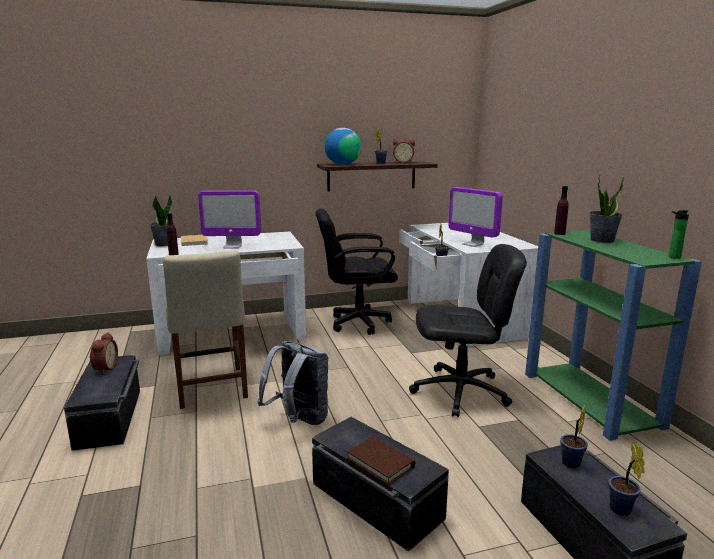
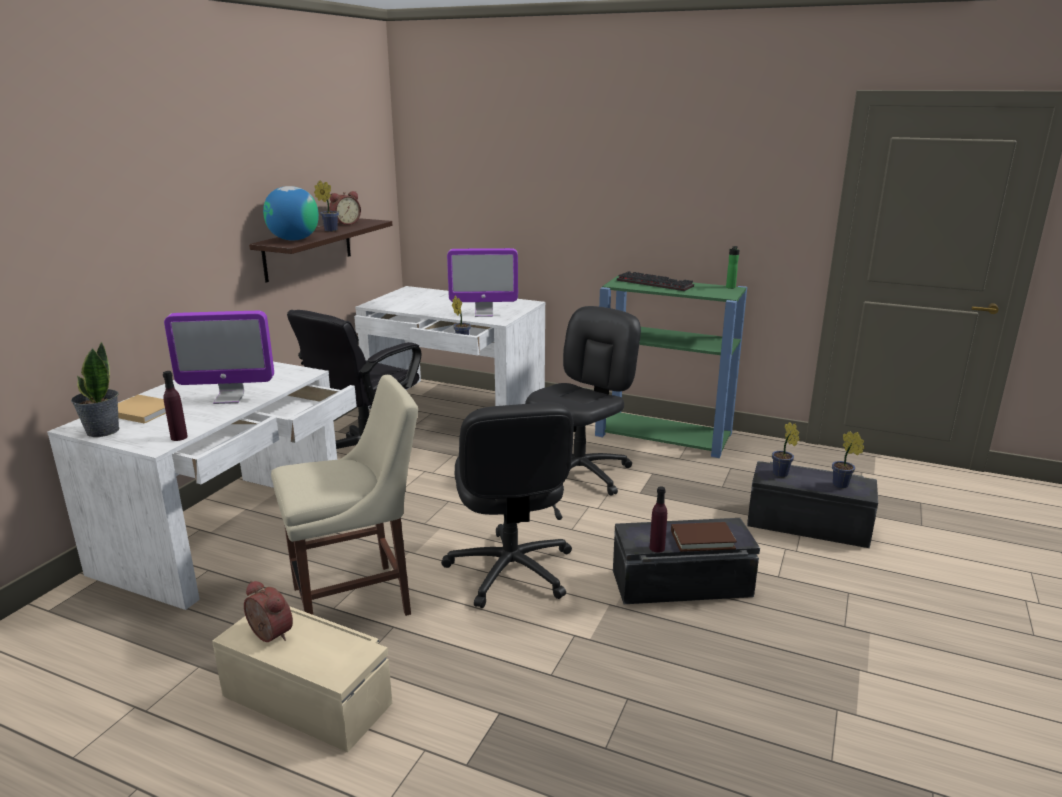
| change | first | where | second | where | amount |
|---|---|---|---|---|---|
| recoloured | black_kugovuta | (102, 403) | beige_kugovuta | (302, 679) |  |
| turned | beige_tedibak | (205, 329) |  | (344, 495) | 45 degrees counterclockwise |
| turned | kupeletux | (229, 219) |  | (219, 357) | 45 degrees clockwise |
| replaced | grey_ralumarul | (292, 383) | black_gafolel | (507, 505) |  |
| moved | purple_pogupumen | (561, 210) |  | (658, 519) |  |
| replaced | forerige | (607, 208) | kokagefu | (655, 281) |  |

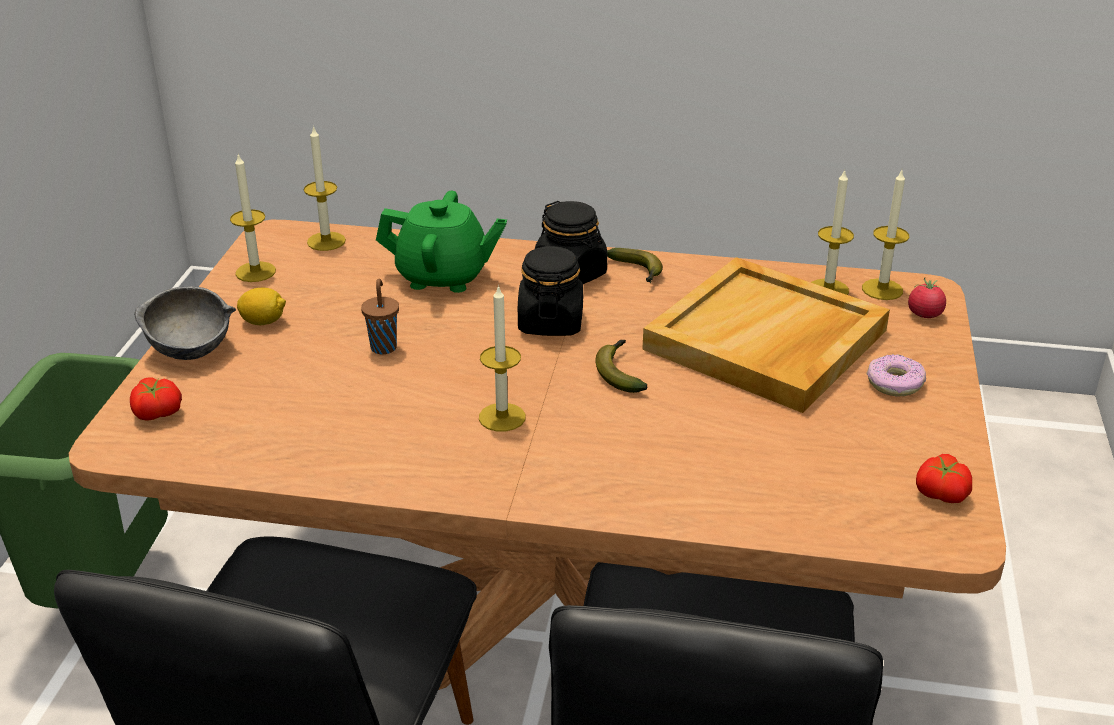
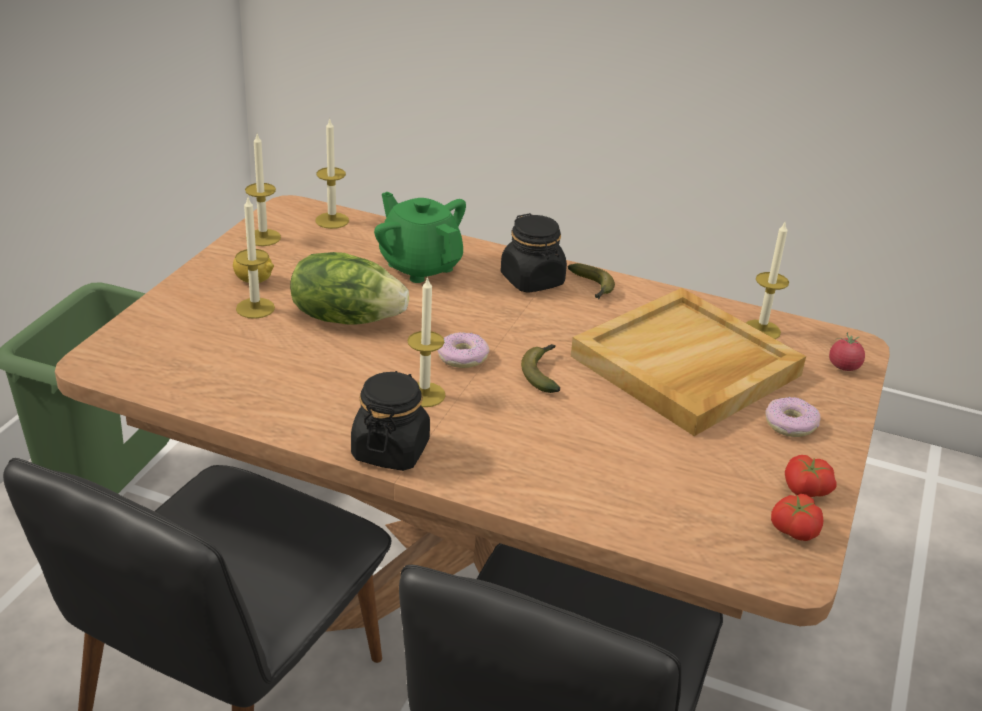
| change | first | where | second | where | amount |
|---|---|---|---|---|---|
| moved | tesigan | (156, 399) |  | (811, 476) |  |
| removed | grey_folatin | (185, 323) |  |  |  |
| replaced | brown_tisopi | (380, 316) | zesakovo | (349, 288) |  |
| turned | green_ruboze | (441, 242) |  | (420, 237) | 150 degrees counterclockwise |
| moved | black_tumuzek | (550, 291) |  | (390, 421) |  |
| moved | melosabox | (885, 235) |  | (255, 258) |  |
| added |  |  | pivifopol | (463, 350) |  |

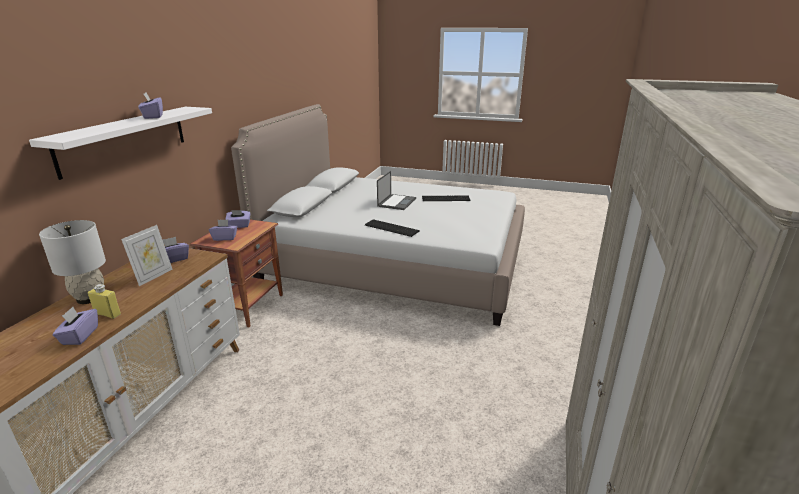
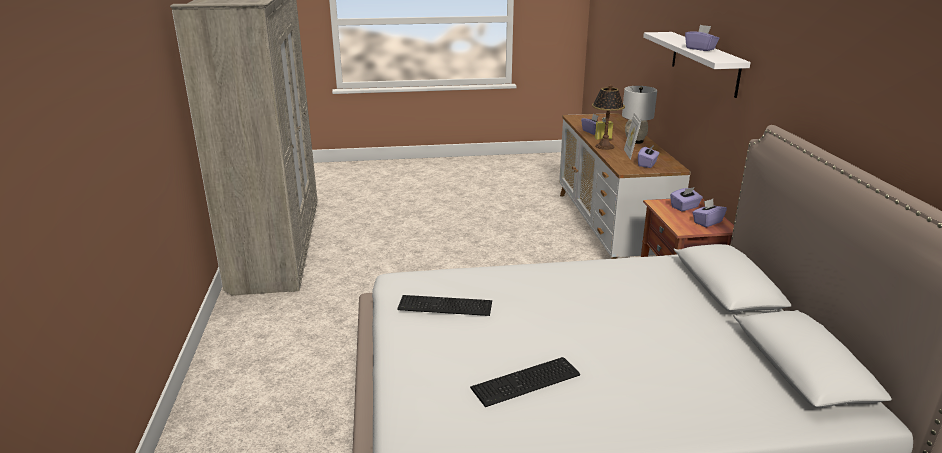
| change | first | where | second | where | amount |
|---|---|---|---|---|---|
| moved | kokagefu | (392, 228) |  | (445, 305) |  |
| removed | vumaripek | (396, 190) |  |  |  |
| added |  |  | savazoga | (608, 117) |  |

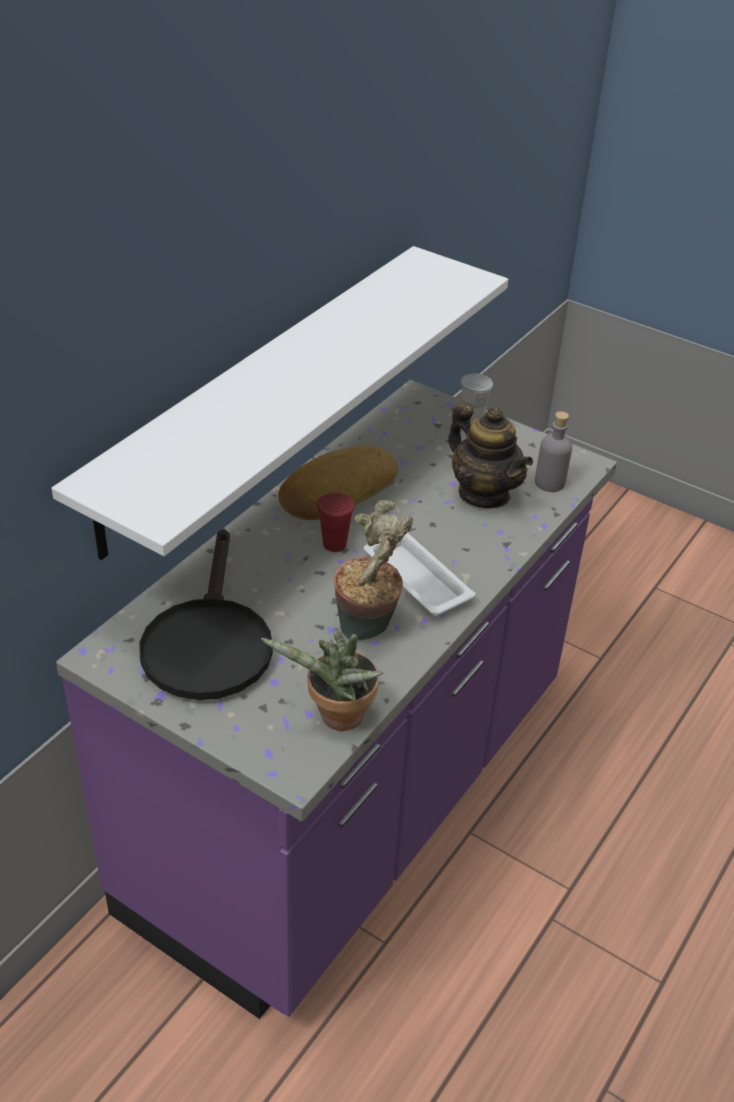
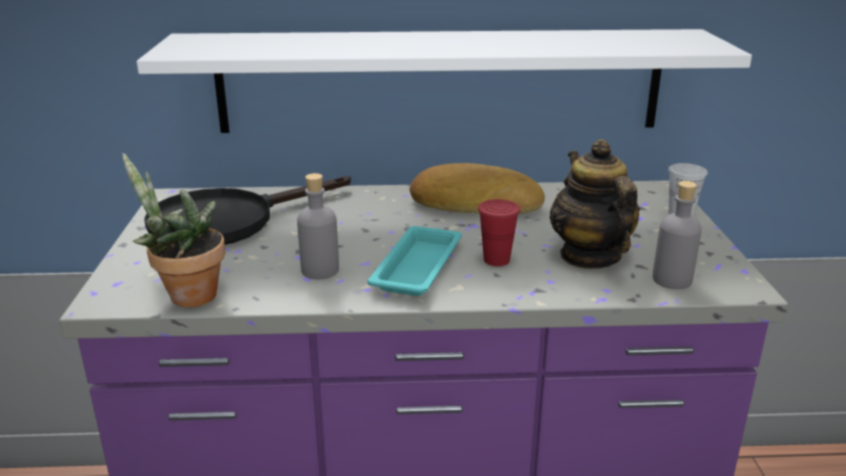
| change | first | where | second | where | amount |
|---|---|---|---|---|---|
| moved | red_tisopi | (336, 522) |  | (499, 232) |  |
| replaced | forerige | (373, 570) | grey_pogupumen | (318, 226) |  |
| recoloured | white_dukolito | (420, 574) | turquoise_dukolito | (414, 261) |  |
| turned | ruboze | (490, 455) |  | (594, 204) | 150 degrees clockwise |

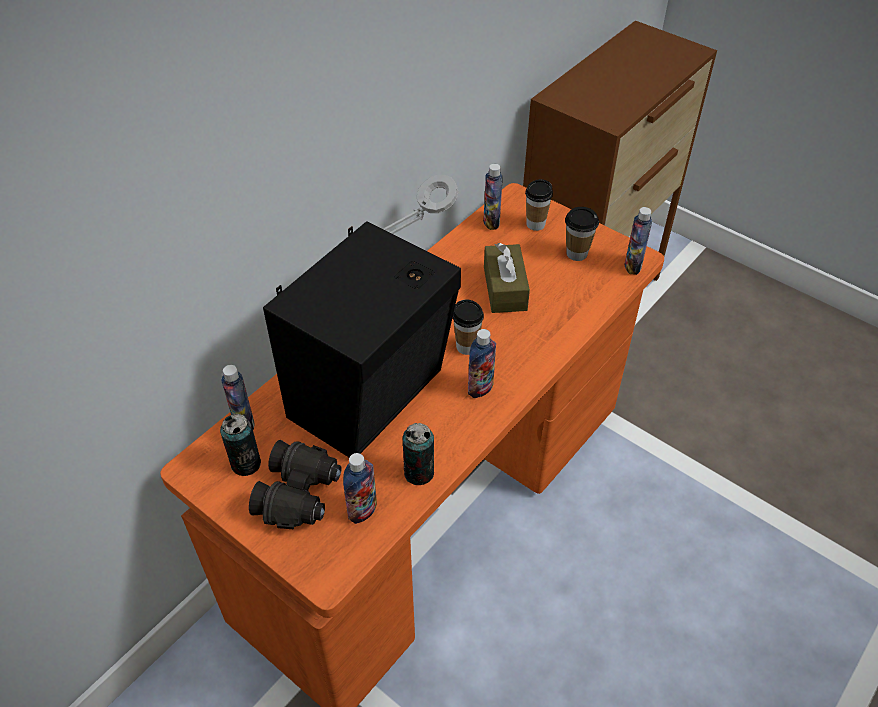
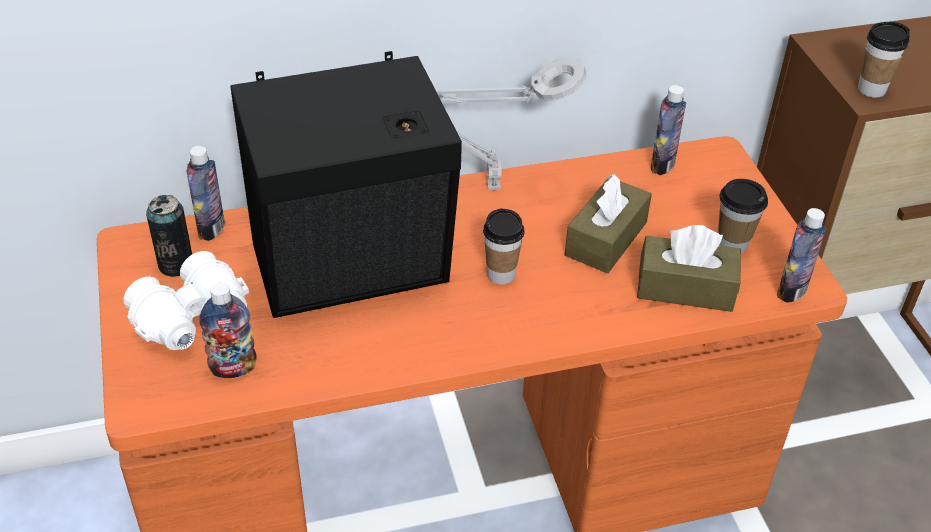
| change | first | where | second | where | amount |
|---|---|---|---|---|---|
| recoloured | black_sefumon | (295, 484) | white_sefumon | (186, 300) |  |
| removed | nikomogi | (418, 454) |  |  |  |
| removed | pogupumen | (482, 363) |  |  |  |
| moved | tisopi | (539, 205) |  | (884, 60) |  |
| added |  |  | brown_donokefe | (689, 268) |  |

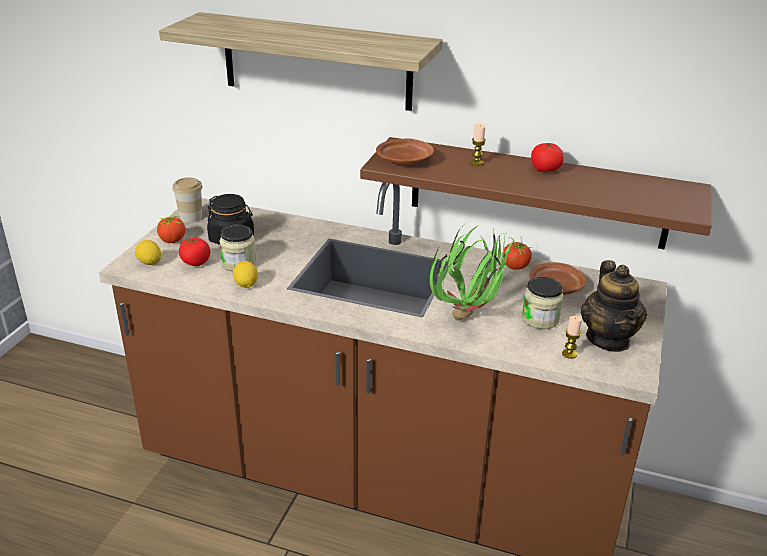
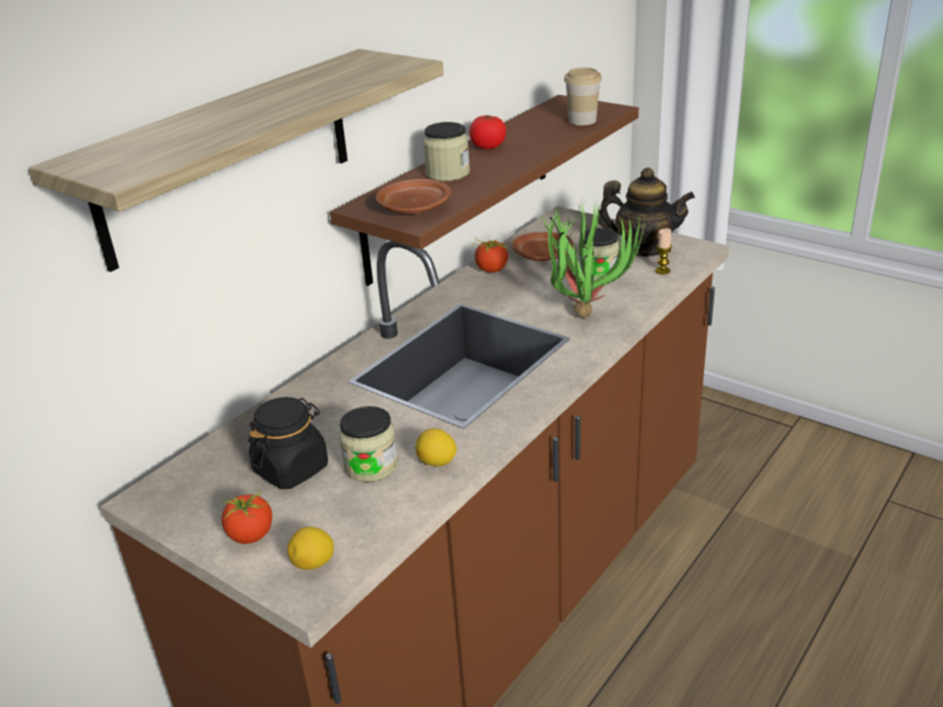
| change | first | where | second | where | amount |
|---|---|---|---|---|---|
| moved | tisopi | (187, 200) |  | (583, 96) |  |
| removed | tesigan | (194, 251) |  |  |  |
| replaced | melosabox | (478, 144) | tumuzek | (446, 151) |  |

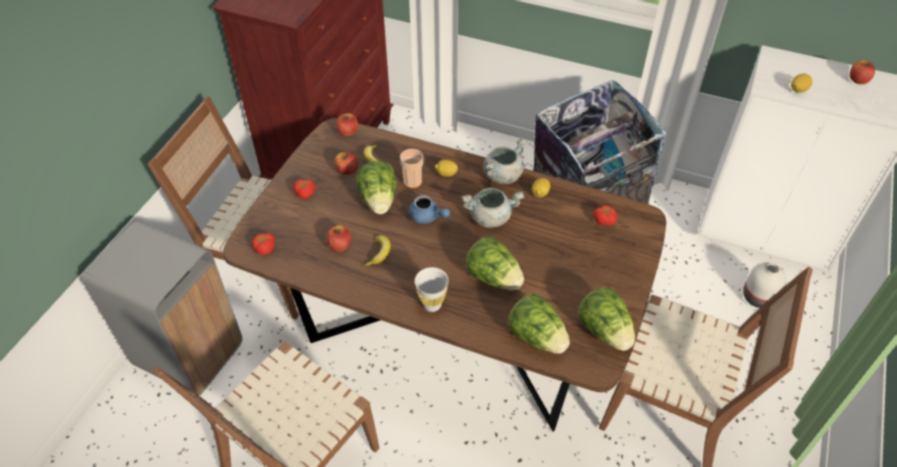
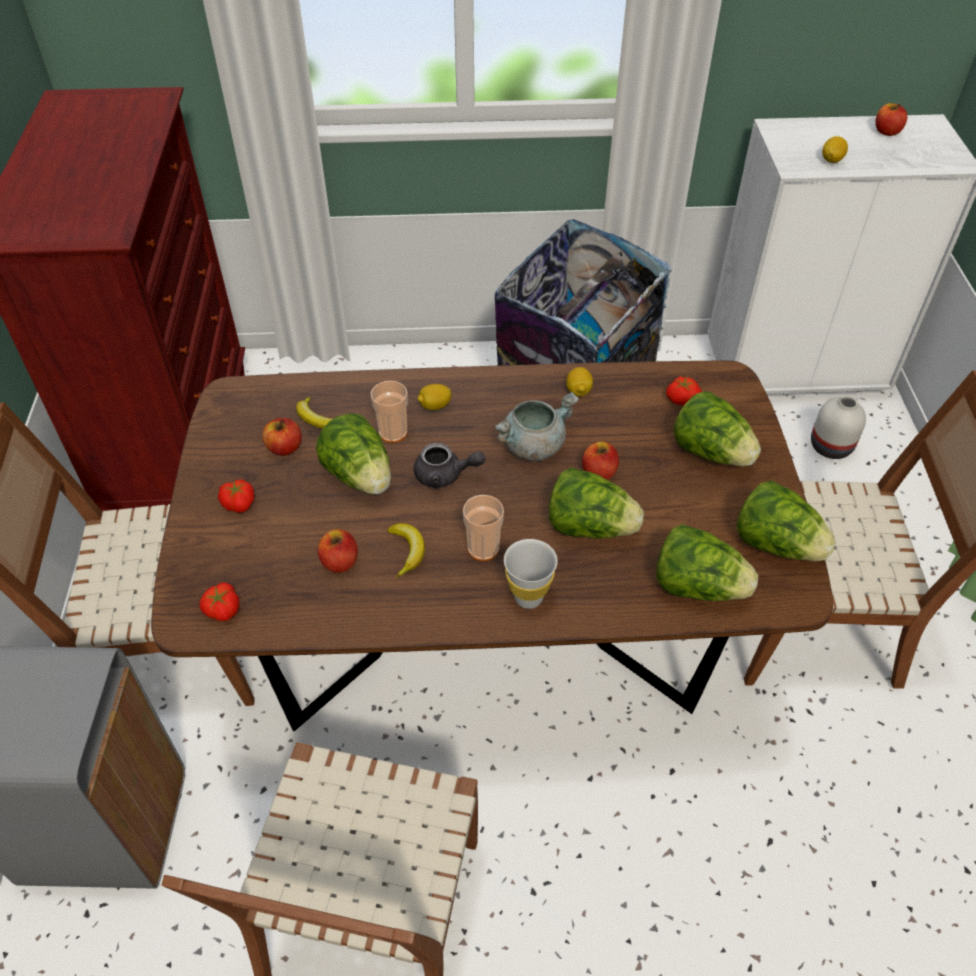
| change | first | where | second | where | amount |
|---|---|---|---|---|---|
| moved | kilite | (347, 124) |  | (600, 460) |  |
| recoloured | blue_ruboze | (429, 209) | grey_ruboze | (449, 465) |  |
| removed | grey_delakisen | (505, 160) |  |  |  |
| added |  |  | tisopi | (483, 528) |  |
| added |  |  | zesakovo | (717, 428) |  |

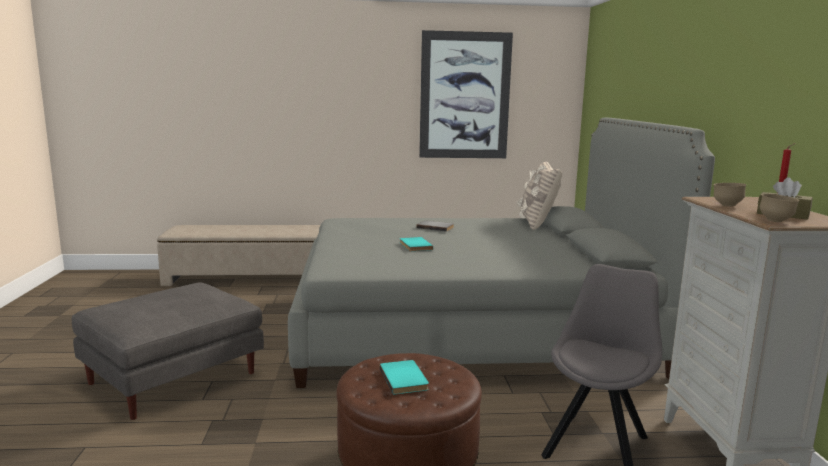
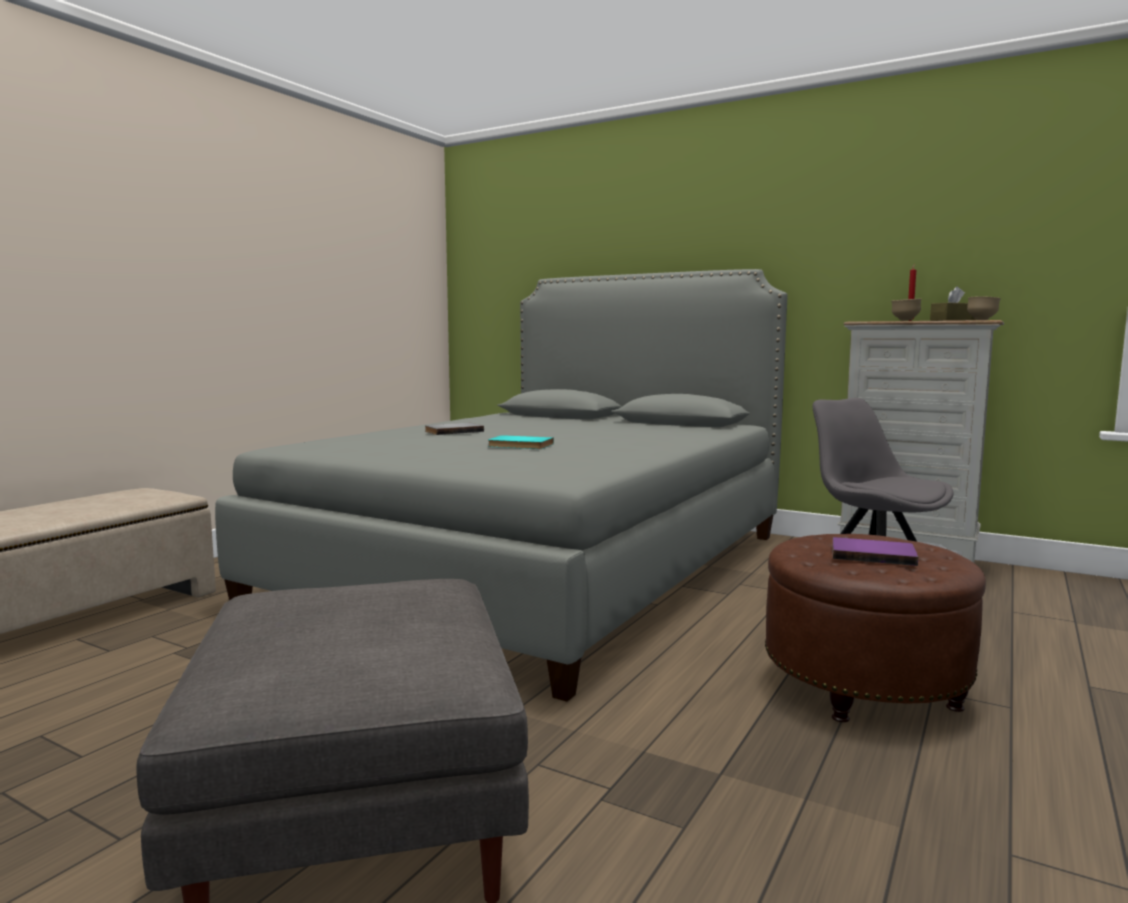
| change | first | where | second | where | amount |
|---|---|---|---|---|---|
| recoloured | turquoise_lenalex | (404, 377) | purple_lenalex | (875, 551) |  |
| removed | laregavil | (466, 94) |  |  |  |
| removed | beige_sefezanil | (539, 196) |  |  |  |

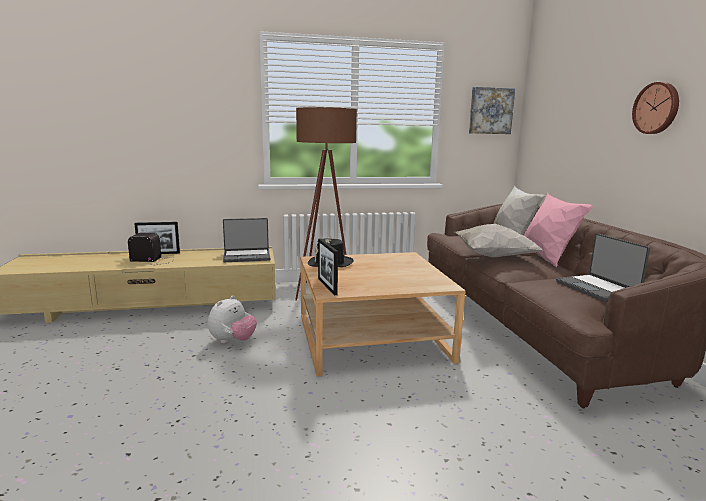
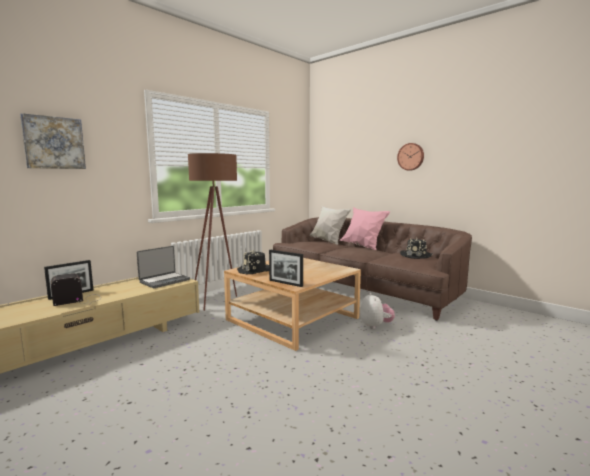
| change | first | where | second | where | amount |
|---|---|---|---|---|---|
| moved | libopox | (232, 319) |  | (377, 310) |  |
| removed | white_sefezanil | (499, 241) |  |  |  |
| moved | laregavil | (492, 110) |  | (53, 141) |  |
| replaced | vumaripek | (603, 267) | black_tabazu | (416, 248) |  |

